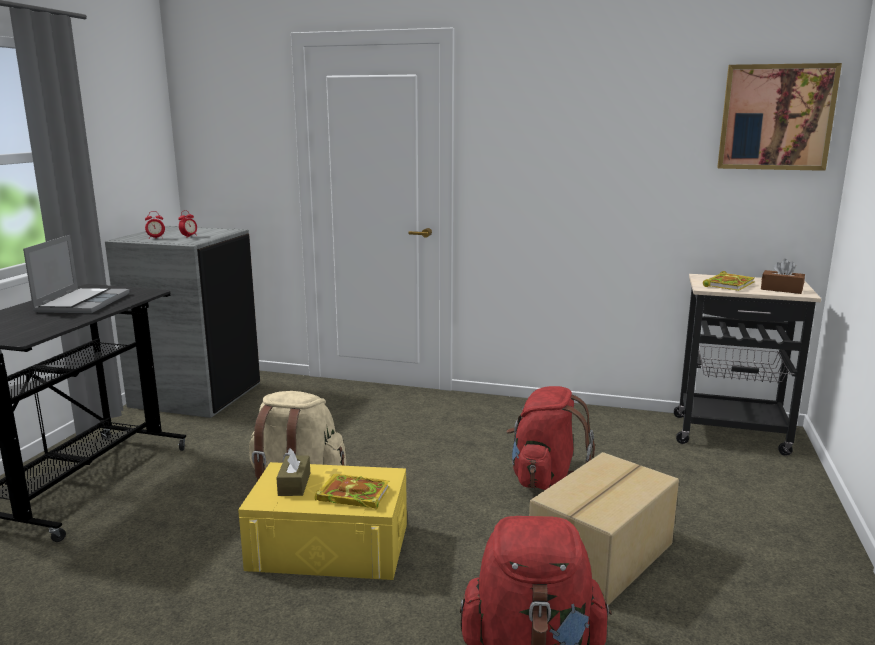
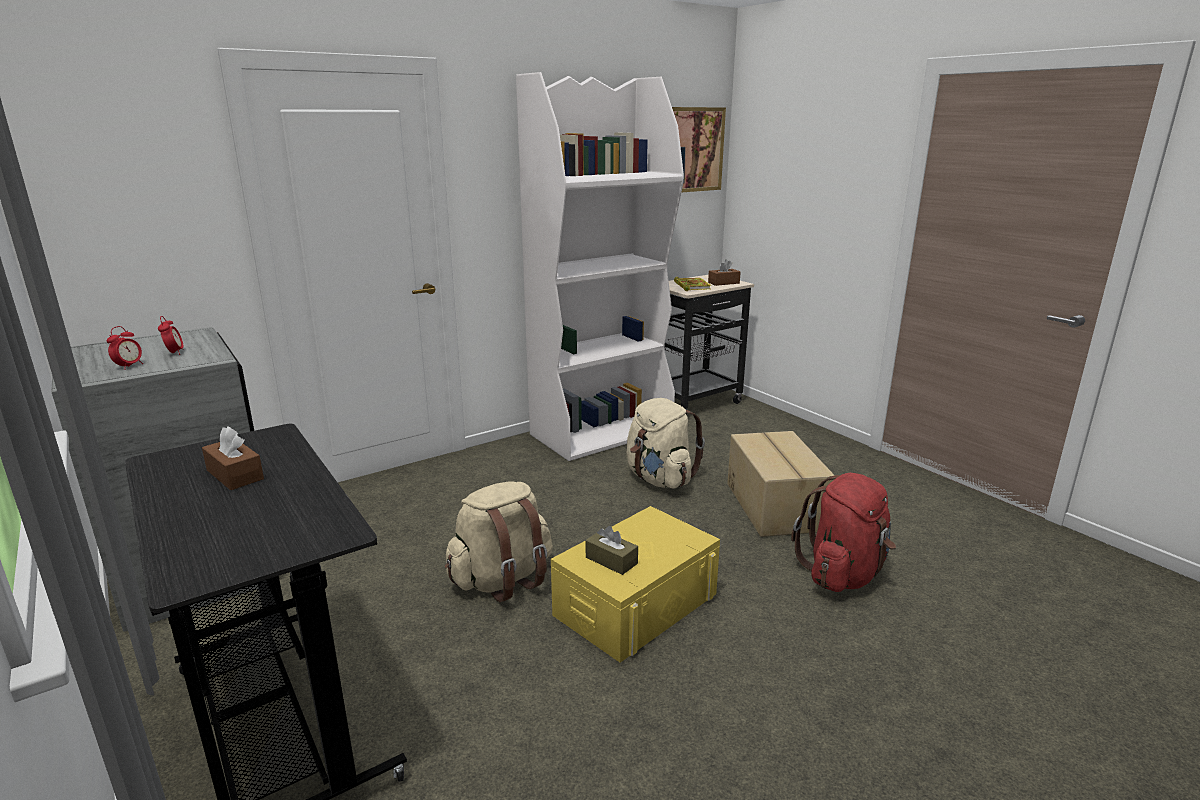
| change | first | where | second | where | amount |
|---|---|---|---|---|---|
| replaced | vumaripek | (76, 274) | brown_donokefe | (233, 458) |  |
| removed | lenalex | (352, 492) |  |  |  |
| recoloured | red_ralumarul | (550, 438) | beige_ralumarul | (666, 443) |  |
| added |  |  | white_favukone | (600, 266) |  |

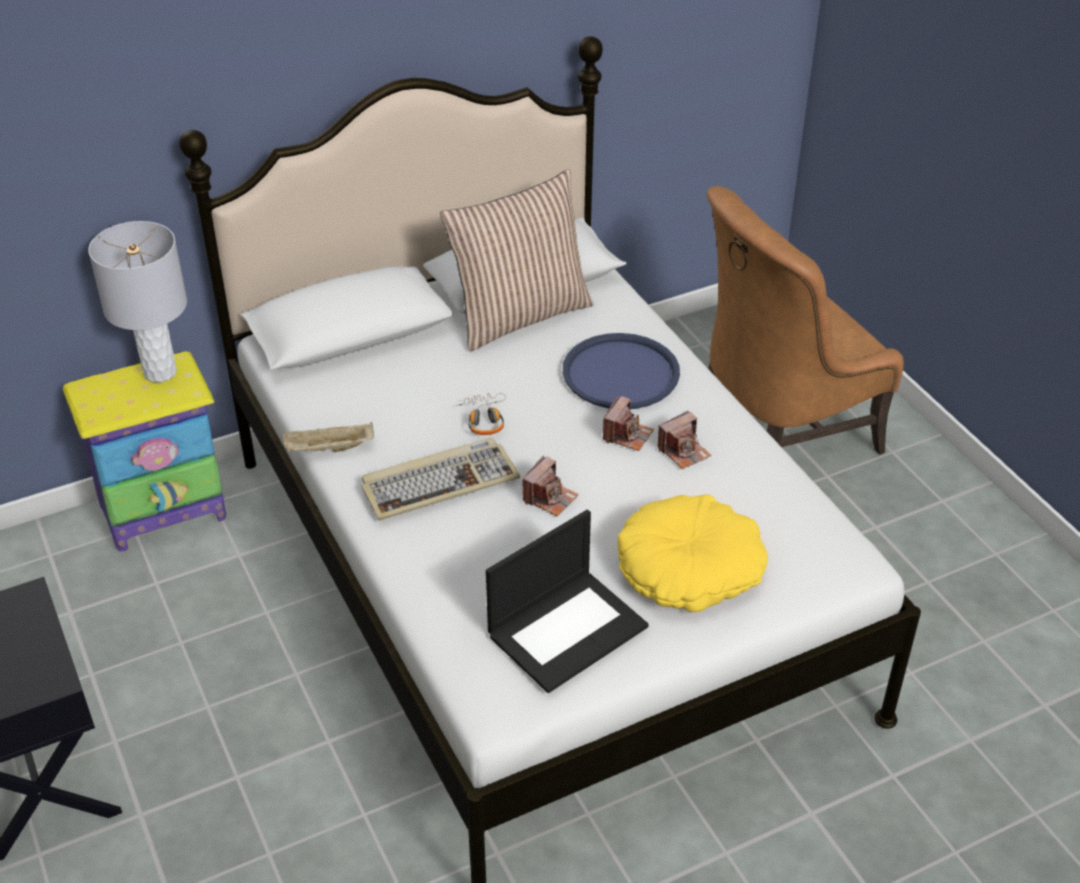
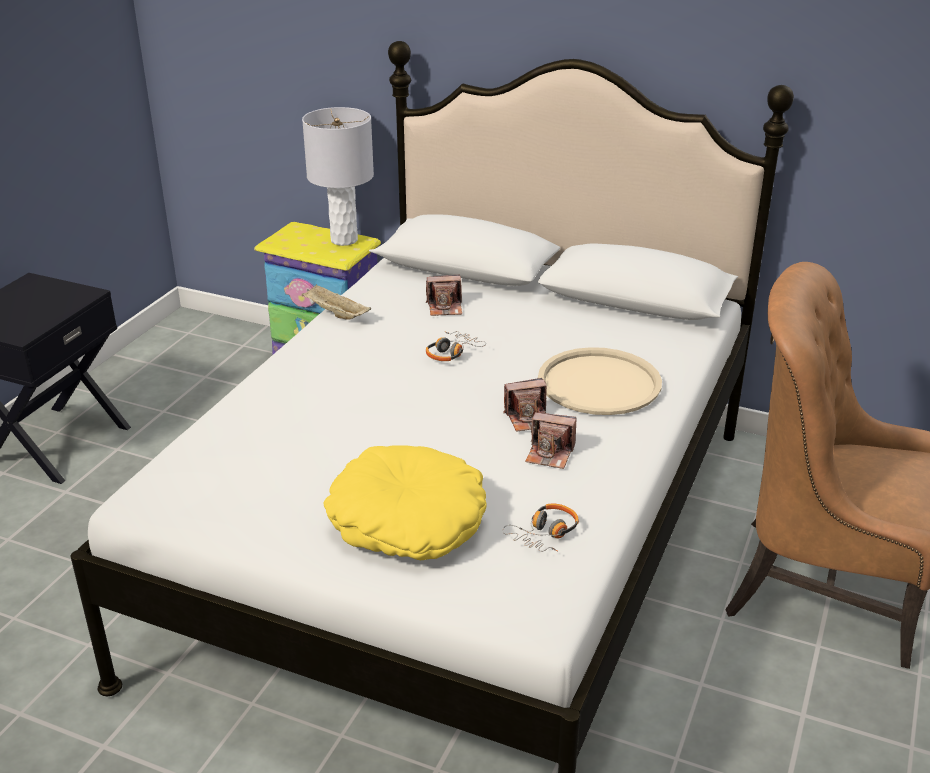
| change | first | where | second | where | amount |
|---|---|---|---|---|---|
| removed | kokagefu | (441, 479) |  |  |  |
| removed | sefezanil | (517, 260) |  |  |  |
| removed | vumaripek | (567, 601) |  |  |  |
| moved | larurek | (550, 485) |  | (444, 295) |  |
| recoloured | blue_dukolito | (621, 371) | beige_dukolito | (600, 381) |  |
| added |  |  | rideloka | (540, 528) |  |

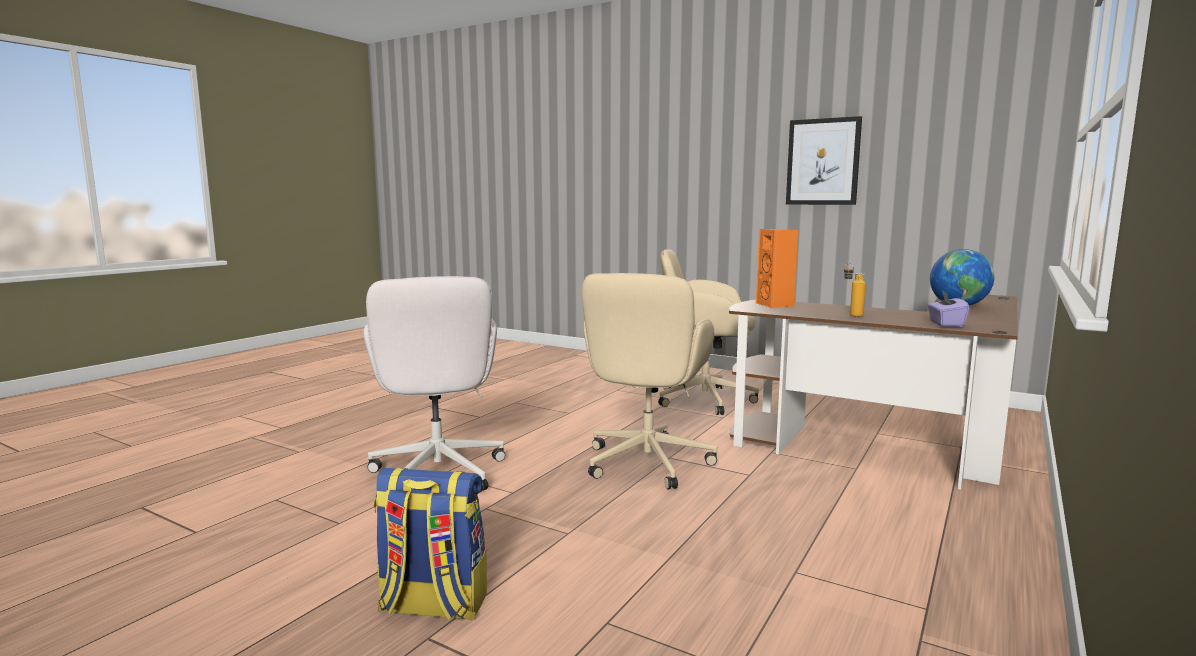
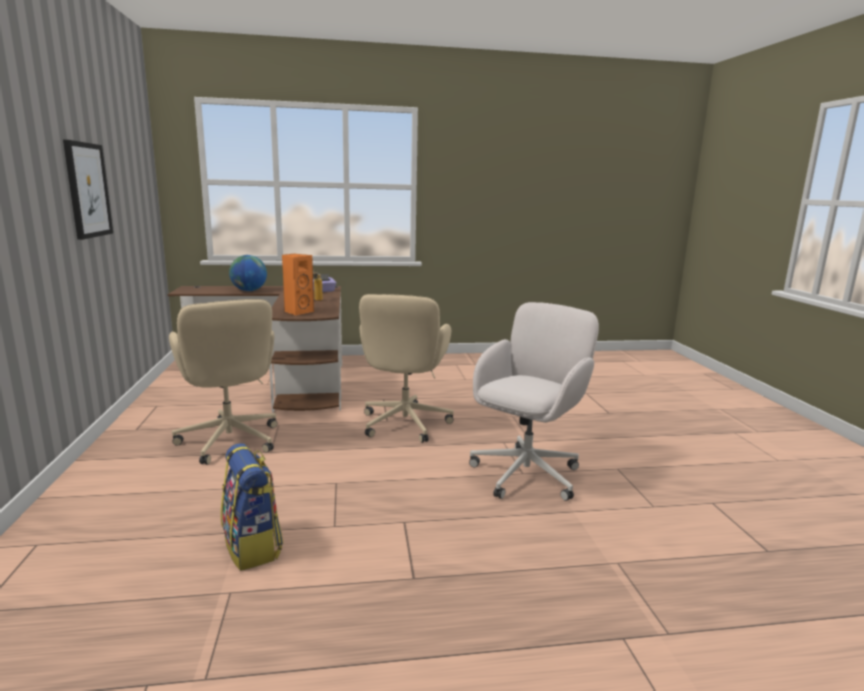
| change | first | where | second | where | amount |
|---|---|---|---|---|---|
| moved | ralumarul | (430, 544) |  | (252, 507) |  |
| turned | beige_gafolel | (649, 381) |  | (406, 368) | 120 degrees clockwise |

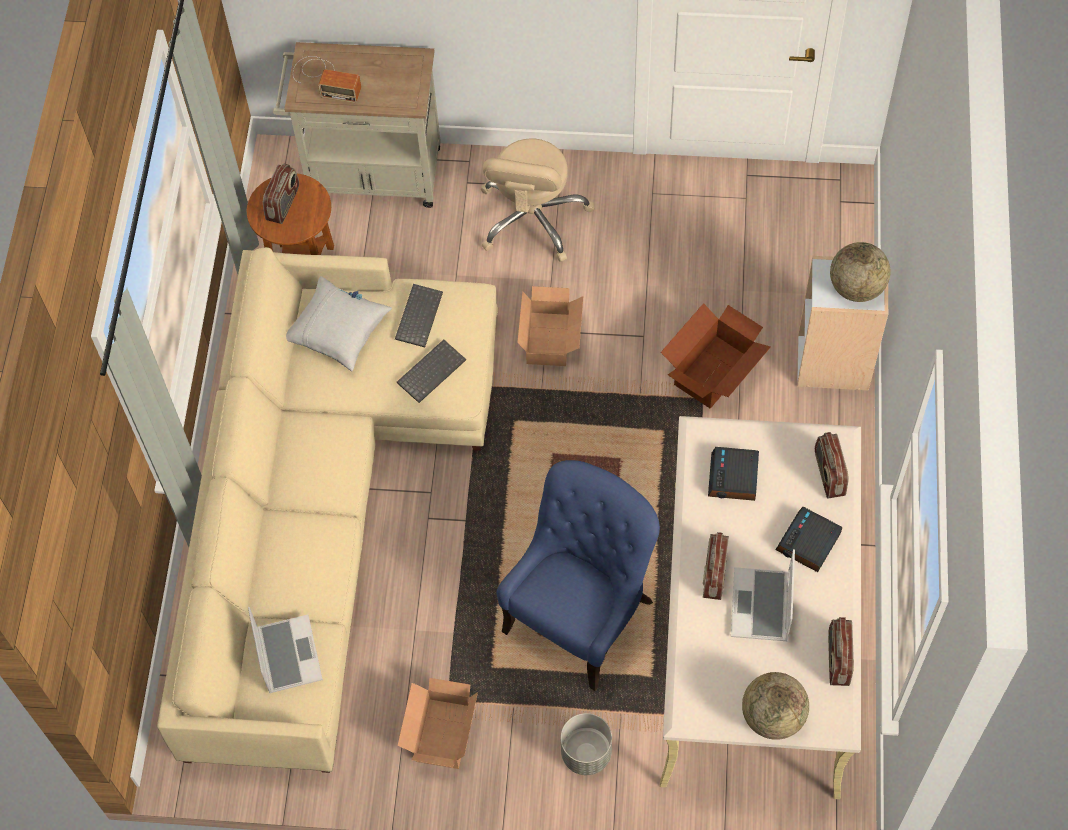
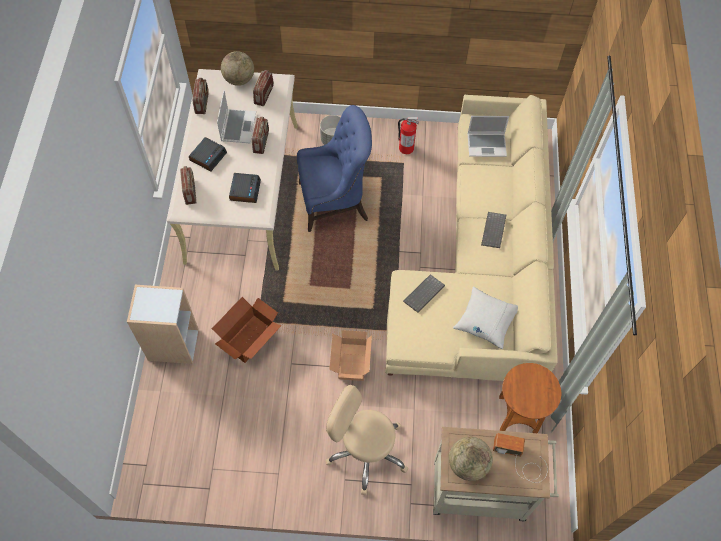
| change | first | where | second | where | amount |
|---|---|---|---|---|---|
| turned | vumaripek | (285, 650) |  | (488, 136) | 75 degrees counterclockwise |
| moved | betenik | (281, 193) |  | (263, 88) |  |
| moved | kokagefu | (419, 315) |  | (493, 230) |  |
| replaced | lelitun | (437, 723) | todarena | (408, 135) |  |
| turned | beige_gafolel | (538, 200) |  | (366, 440) | 75 degrees counterclockwise |
| turned | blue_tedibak | (578, 575) |  | (334, 168) | 135 degrees counterclockwise |
| moved | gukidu | (860, 272) |  | (471, 459) |  |

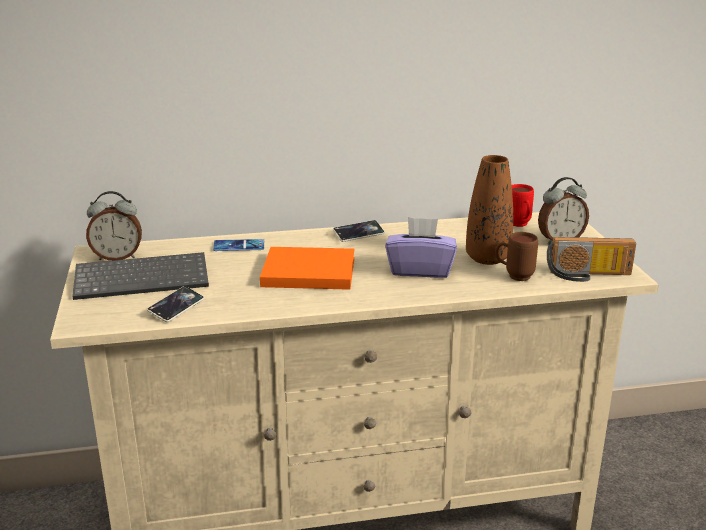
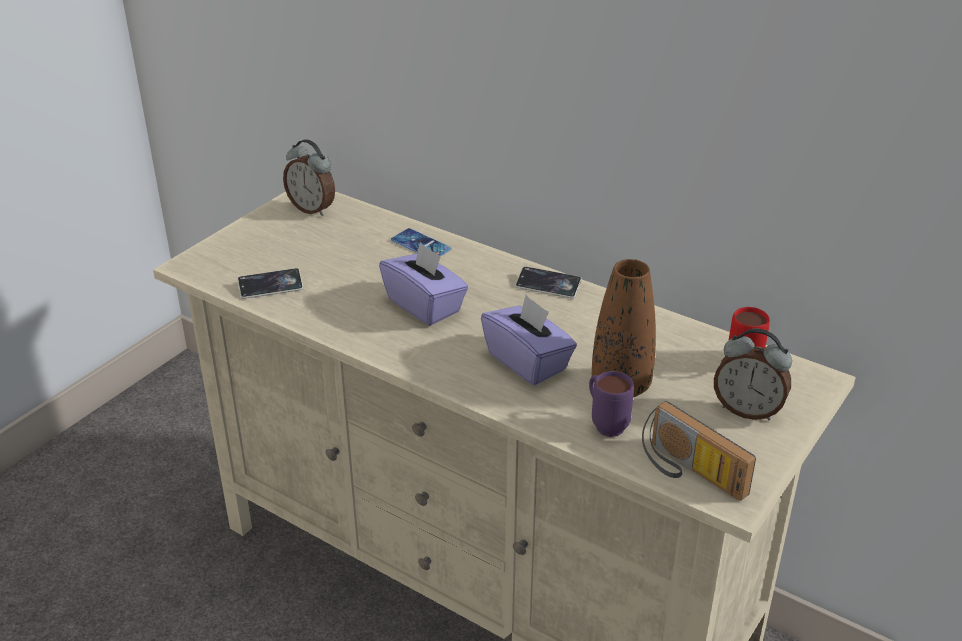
| change | first | where | second | where | amount |
|---|---|---|---|---|---|
| removed | kokagefu | (140, 276) |  |  |  |
| replaced | orange_lenalex | (307, 268) | purple_donokefe | (424, 284) |  |
| recoloured | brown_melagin | (516, 256) | purple_melagin | (611, 404) |  |

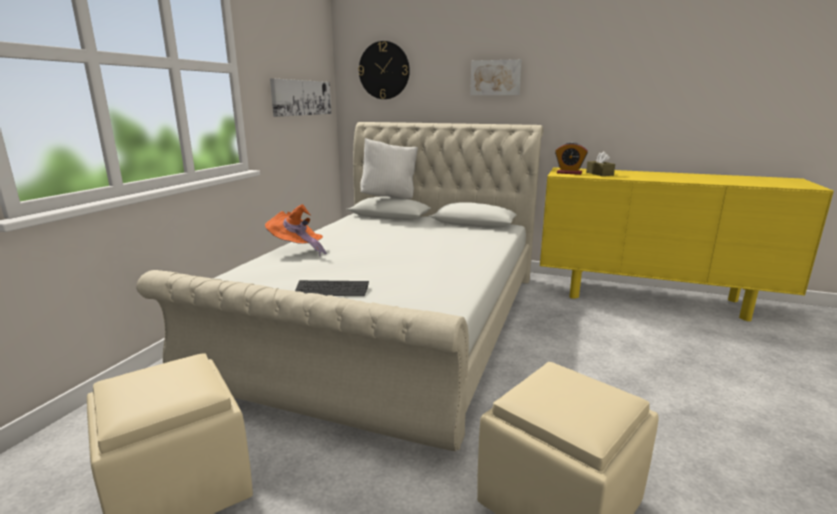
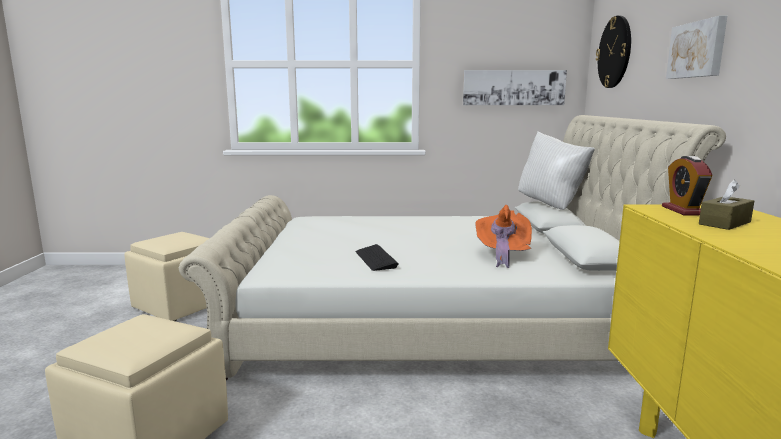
| change | first | where | second | where | amount |
|---|---|---|---|---|---|
| moved | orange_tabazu | (296, 230) |  | (503, 236) |  |
| moved | kokagefu | (332, 288) |  | (377, 257) |  |

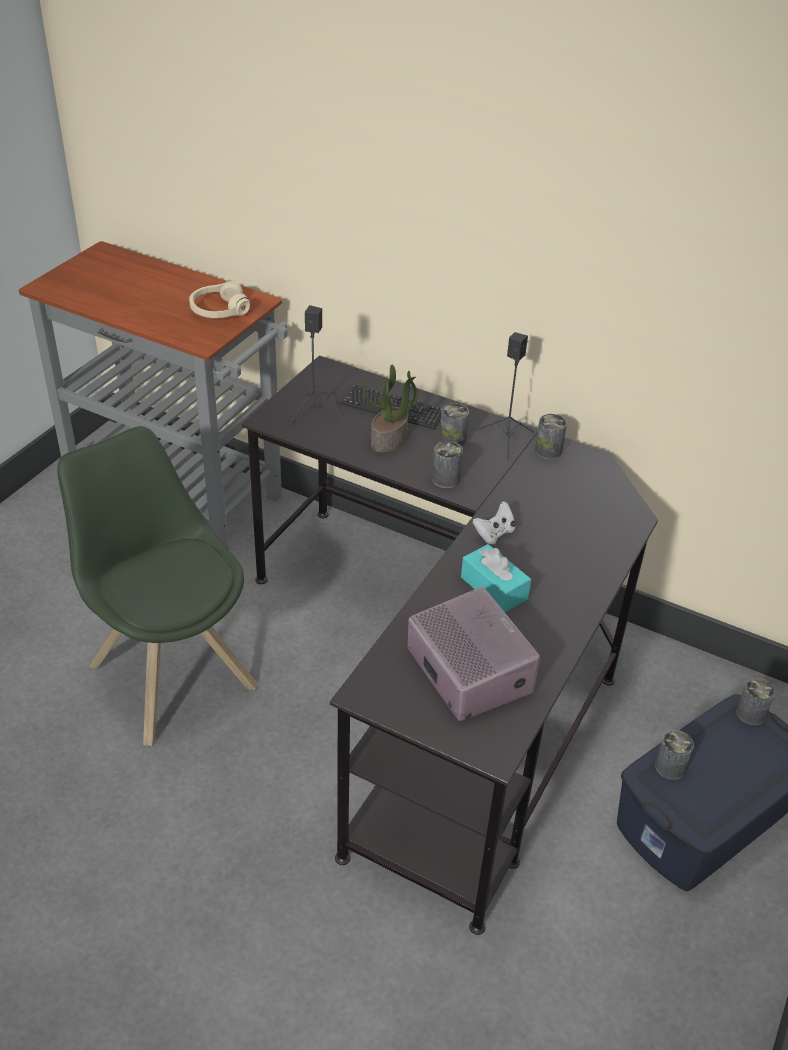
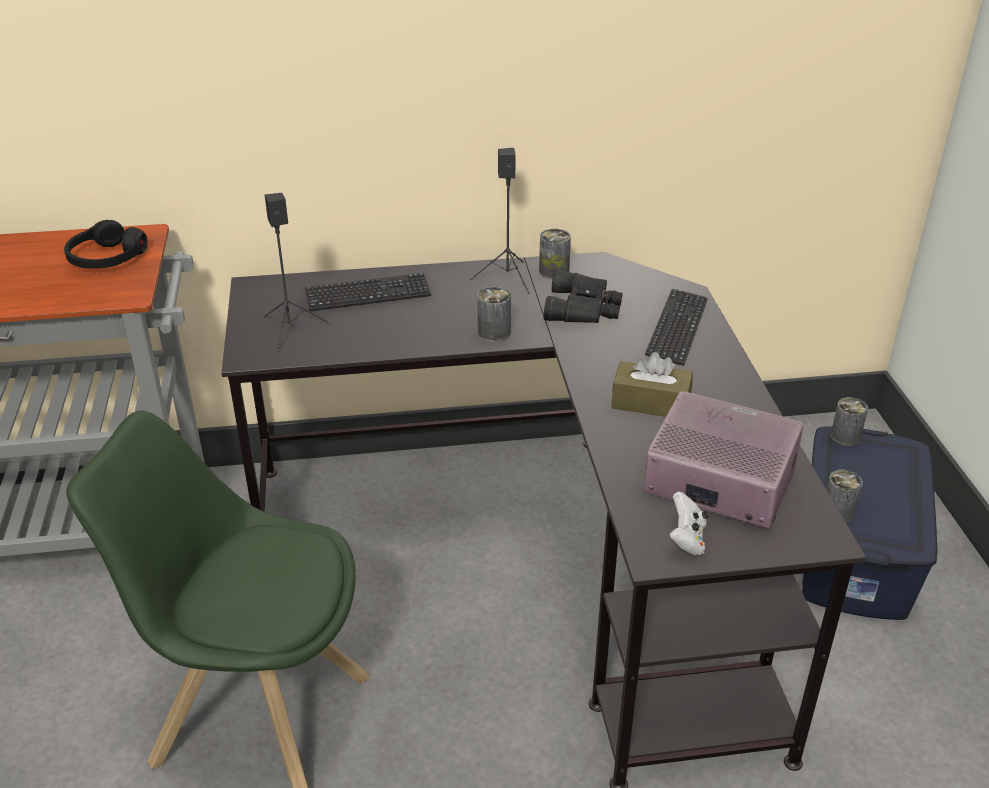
| change | first | where | second | where | amount |
|---|---|---|---|---|---|
| recoloured | beige_rideloka | (219, 299) | black_rideloka | (105, 244) |  |
| removed | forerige | (390, 408) |  |  |  |
| removed | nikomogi | (454, 425) |  |  |  |
| recoloured | turquoise_donokefe | (496, 578) | brown_donokefe | (652, 384) |  |
| moved | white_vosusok | (494, 522) |  | (689, 523) |  |
| added |  |  | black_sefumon | (583, 296) |  |
| added |  |  | kokagefu | (676, 327) |  |

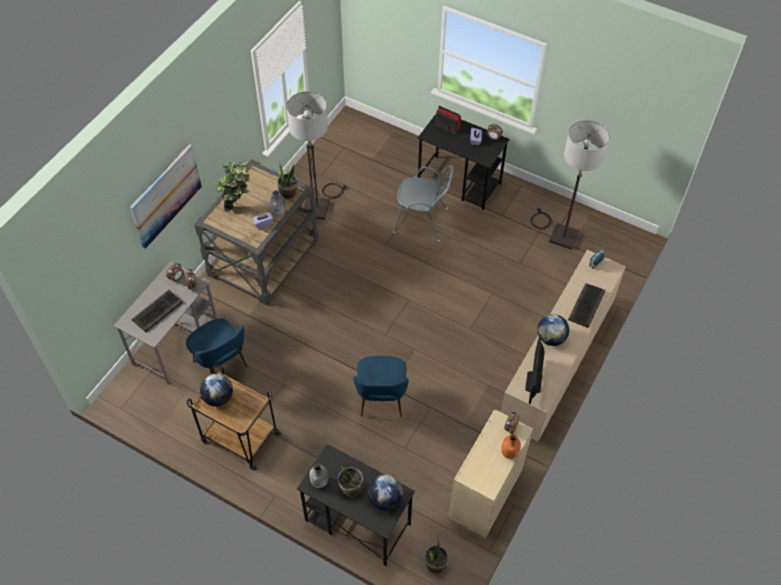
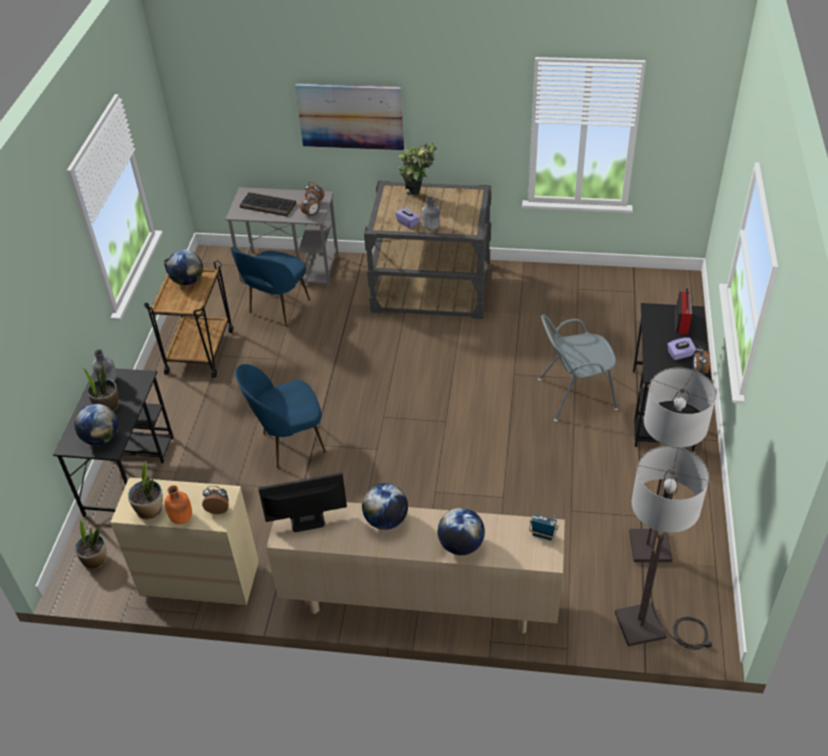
| change | first | where | second | where | amount |
|---|---|---|---|---|---|
| moved | forerige | (287, 181) |  | (145, 490) |  |
| moved | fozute | (316, 156) |  | (663, 548) |  |
| turned | grey_tedibak | (423, 203) |  | (578, 368) | 90 degrees clockwise |
| replaced | kokagefu | (586, 305) | gukidu | (461, 531) |  |

